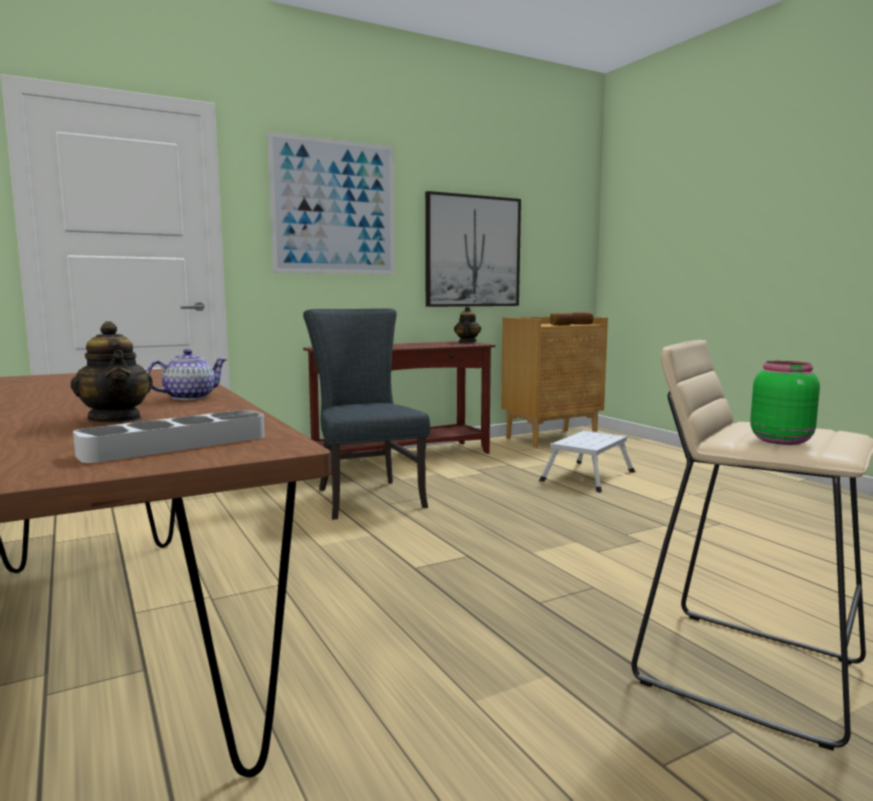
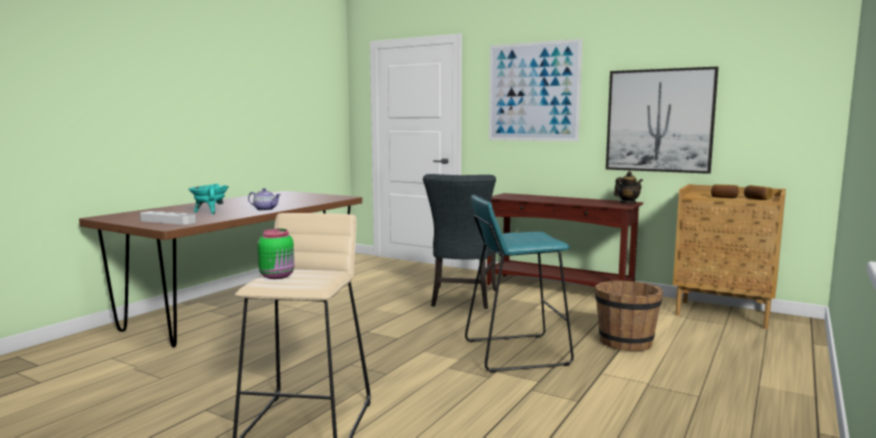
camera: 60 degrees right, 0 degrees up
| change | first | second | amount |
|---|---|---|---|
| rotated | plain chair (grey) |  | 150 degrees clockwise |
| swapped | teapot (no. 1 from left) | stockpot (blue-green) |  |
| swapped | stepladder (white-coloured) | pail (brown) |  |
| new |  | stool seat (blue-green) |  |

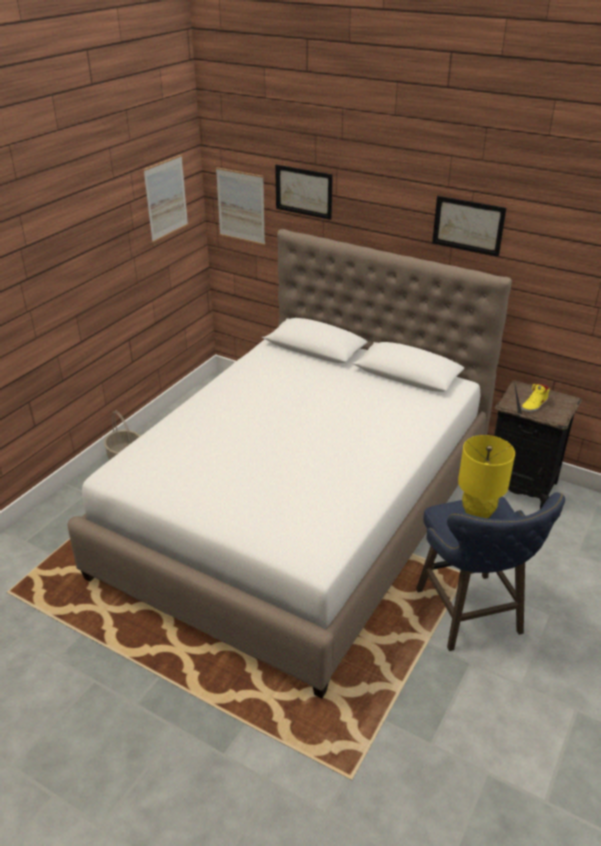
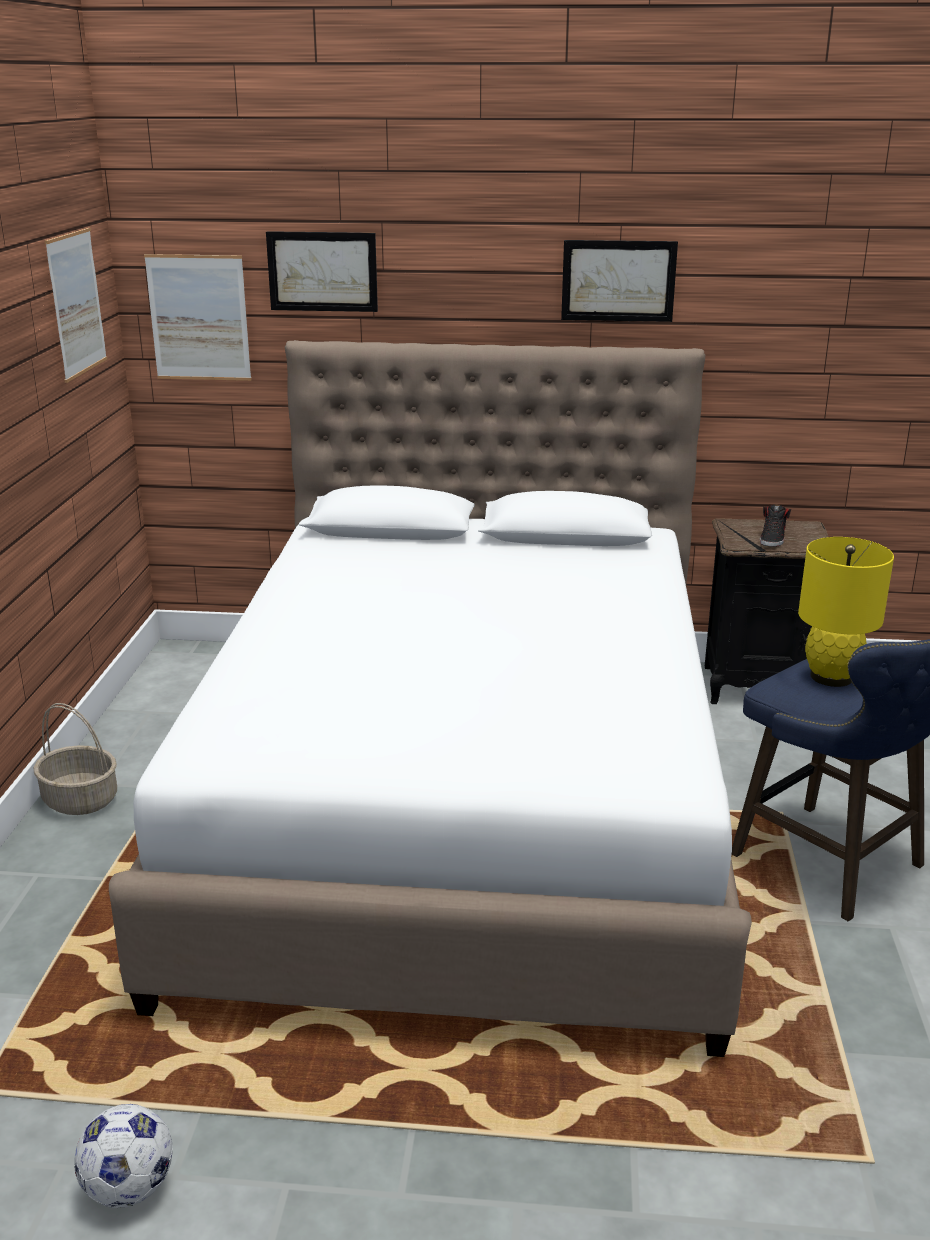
camera: 25 degrees left, 10 degrees down
| change | first | second | amount |
|---|---|---|---|
| repainted | low shoe (yellow-coloured) | low shoe (black-coloured) |  |
| new |  | football |  |

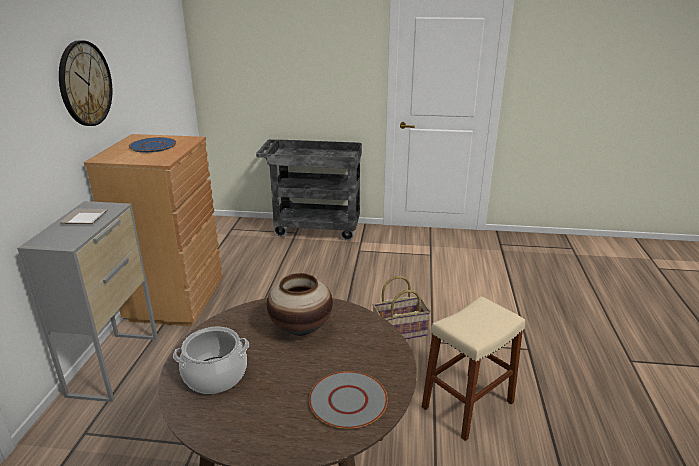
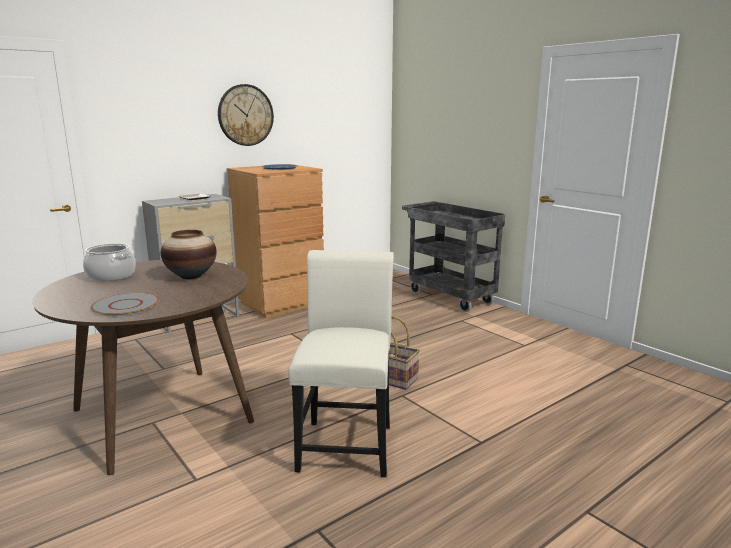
camera: 45 degrees right, 10 degrees down
| change | first | second | amount |
|---|---|---|---|
| swapped | stool seat (beige) | plain chair (white-coloured) |  |

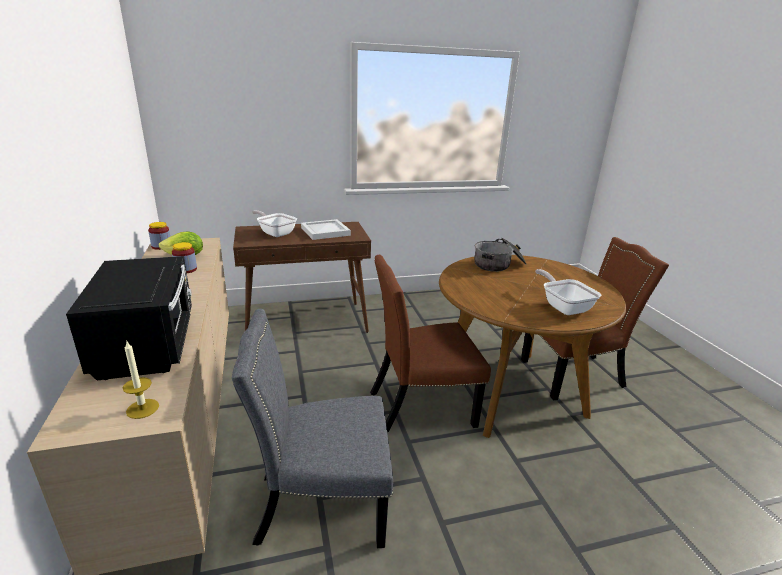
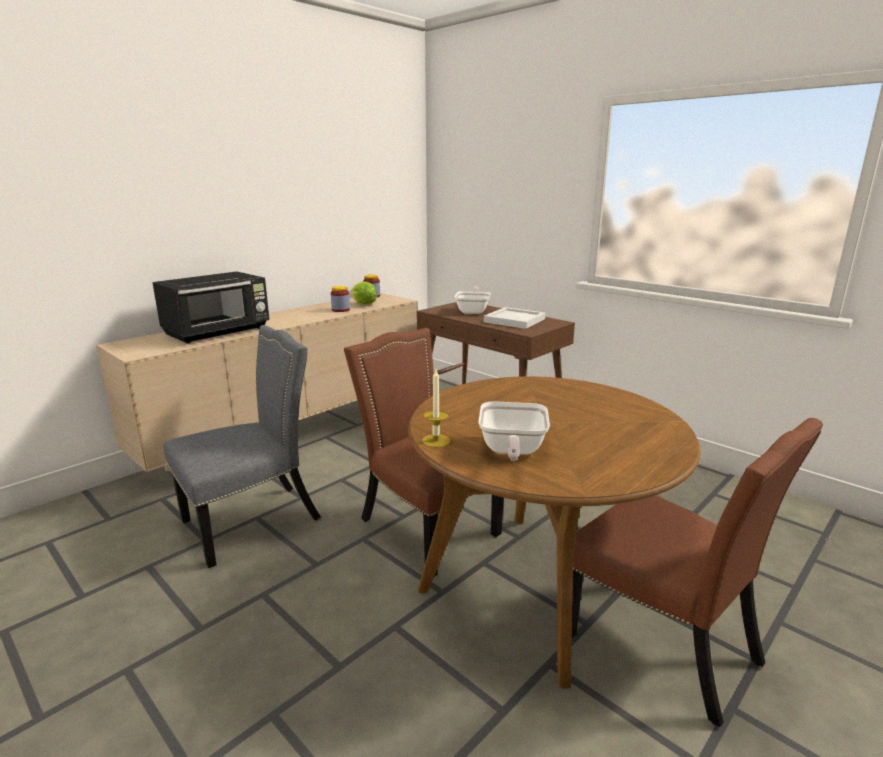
camera: 60 degrees right, 5 degrees down
| change | first | second | amount |
|---|---|---|---|
| gone | stockpot |  |  |
| rotated | frying pan (no. 2 from left) |  | 150 degrees clockwise |
| rotated | plain chair (grey) |  | 90 degrees clockwise |
| shifted | candle |  |  |

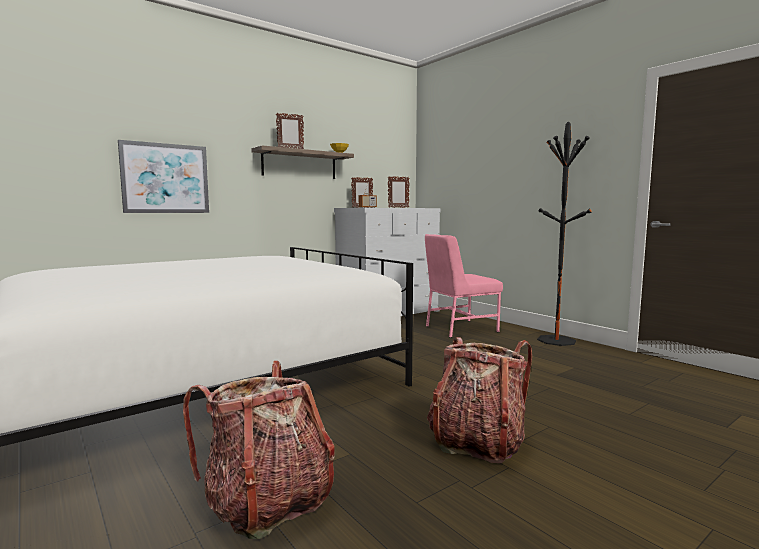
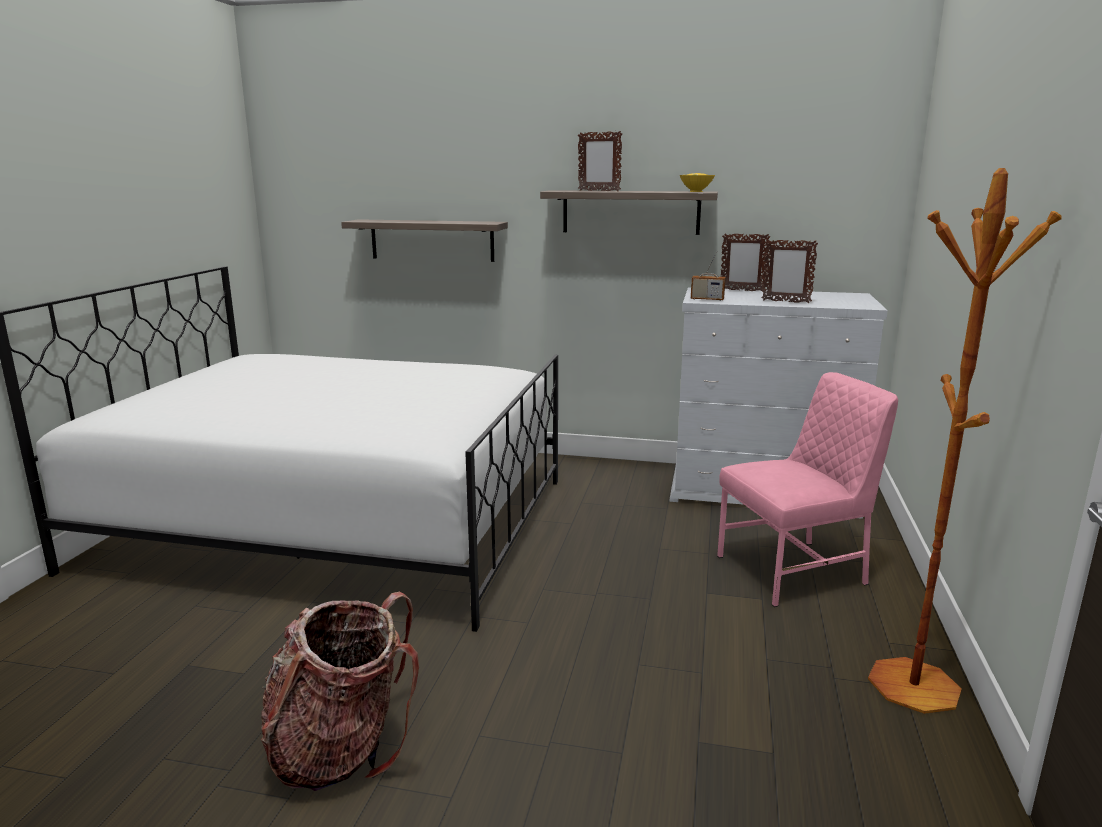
camera: 50 degrees right, 10 degrees up
| change | first | second | amount |
|---|---|---|---|
| repainted | garment stand (black-coloured) | garment stand (orangey) |  |
| swapped | wall art | shelf (no. 1 from left) |  |
| rotated | plain chair (pink) |  | 135 degrees clockwise |
| gone | rucksack (no. 1 from left) |  |  |

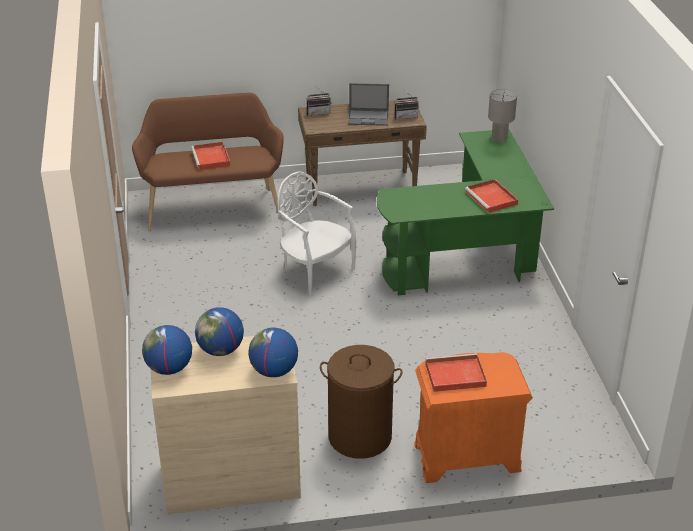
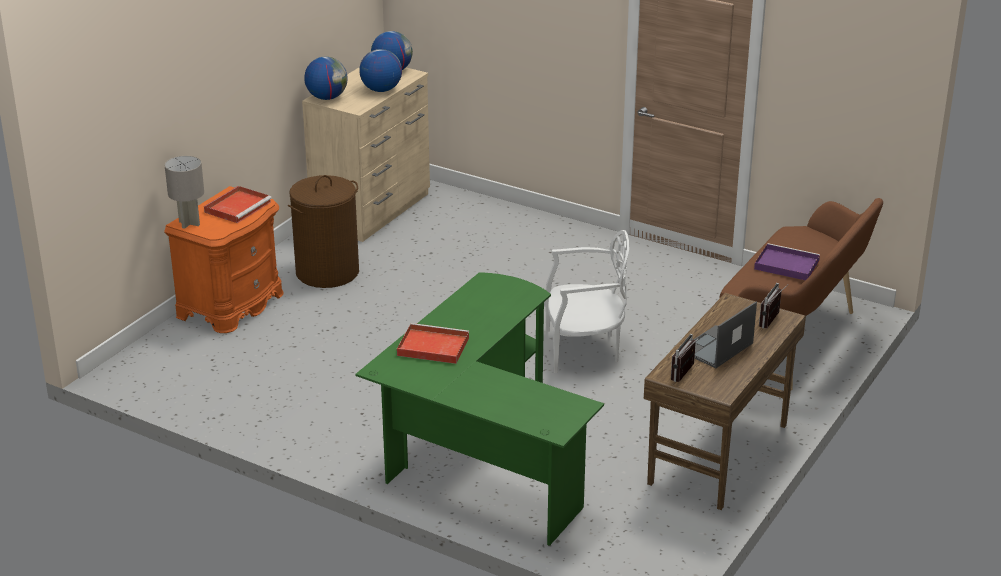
camera: 130 degrees right, 5 degrees down
| change | first | second | amount |
|---|---|---|---|
| shifted | lamp for a table (grey) |  |  |
| repainted | tray (reddish) (no. 1 from left) | tray (purple) |  |

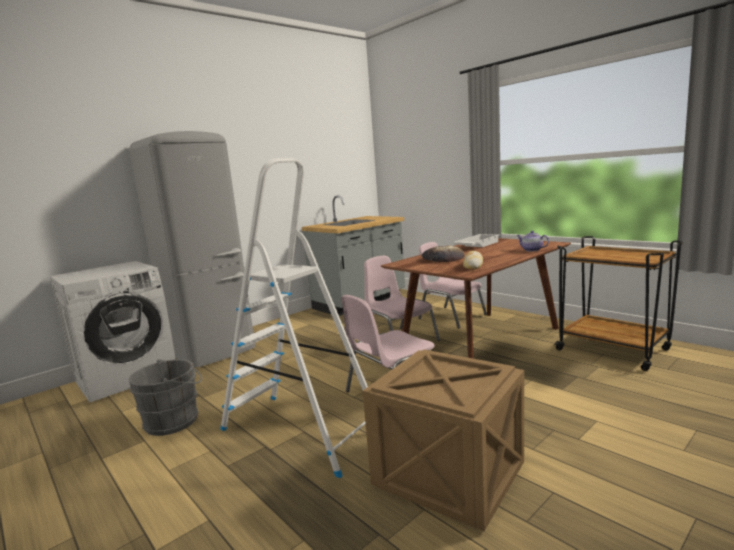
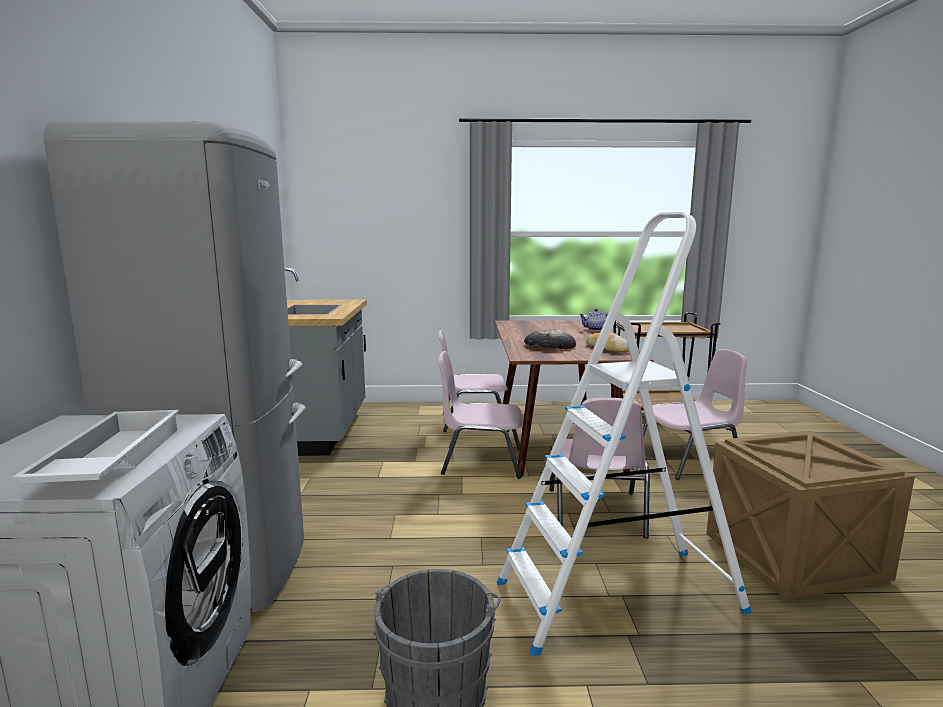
camera: 50 degrees left, 0 degrees up
| change | first | second | amount |
|---|---|---|---|
| shifted | tray (white-coloured) |  |  |
| new |  | plain chair (pink) (no. 4 from left) |  |

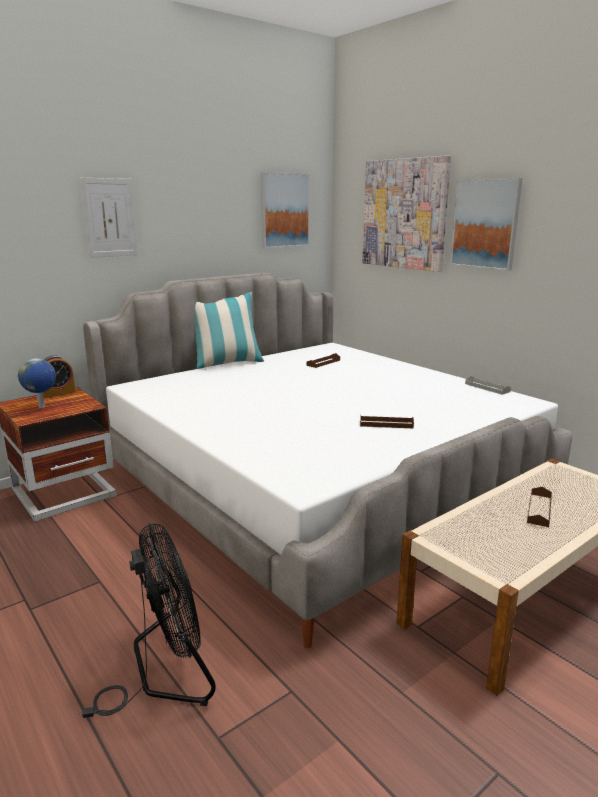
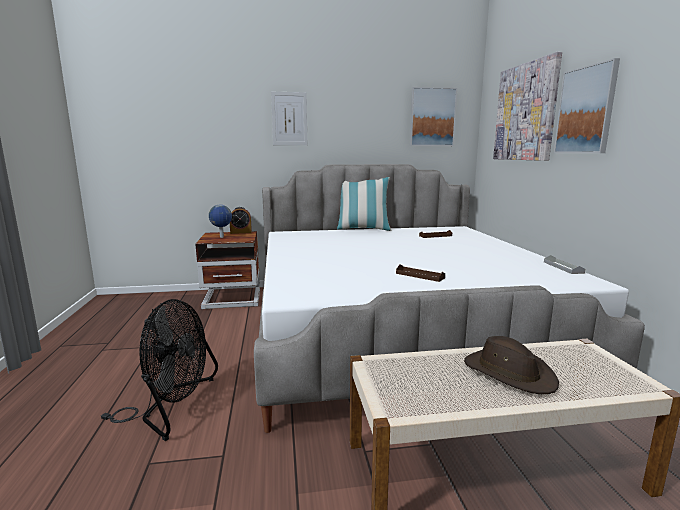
camera: 30 degrees right, 5 degrees down
| change | first | second | amount |
|---|---|---|---|
| swapped | tray (brown) (no. 3 from left) | wearable hat (brown) |  |

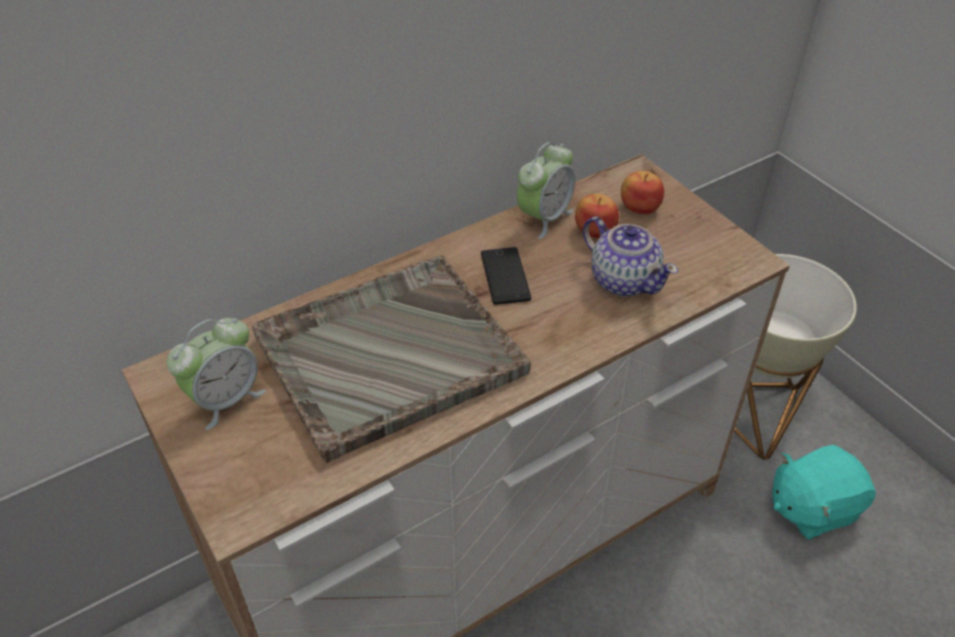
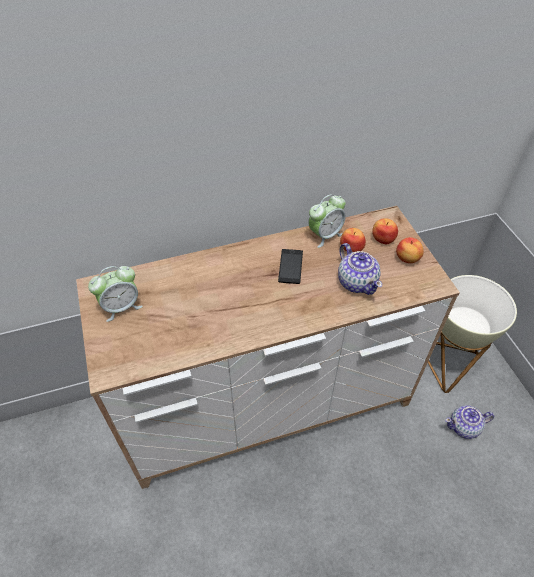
camera: 15 degrees right, 5 degrees up
| change | first | second | amount |
|---|---|---|---|
| gone | tray (grey) |  |  |
| swapped | plush toy (blue-green) | teapot (no. 2 from left) |  |
| new |  | apple (no. 3 from left) |  |

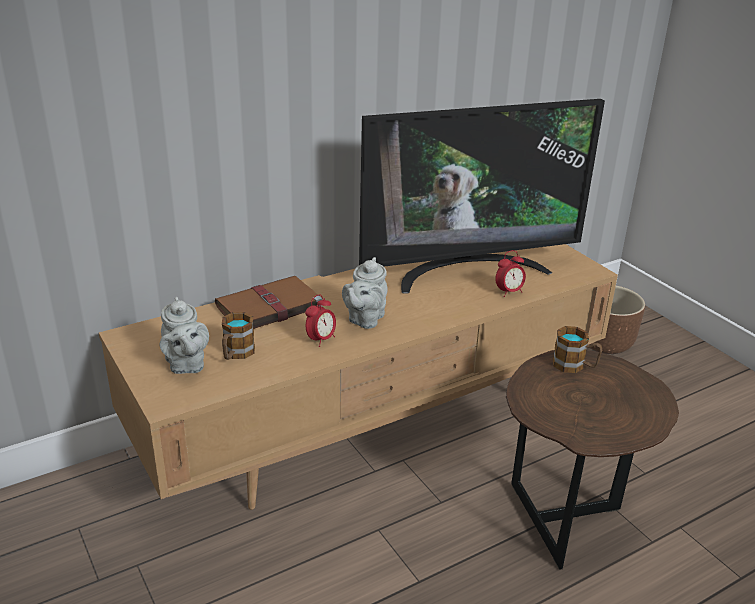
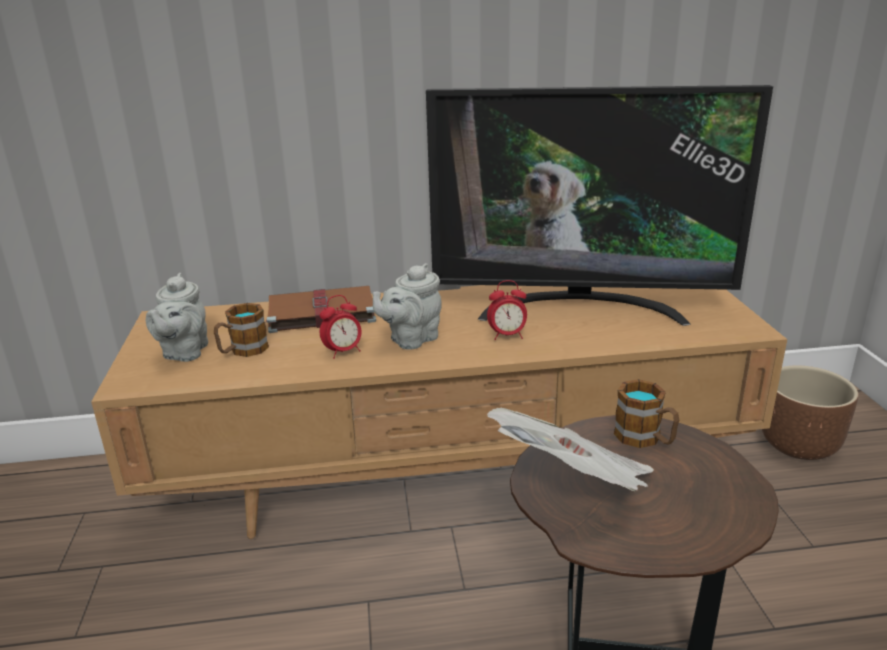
camera: 25 degrees right, 5 degrees down
| change | first | second | amount |
|---|---|---|---|
| shifted | table clock (no. 2 from left) |  |  |
| new |  | daily paper |  |

